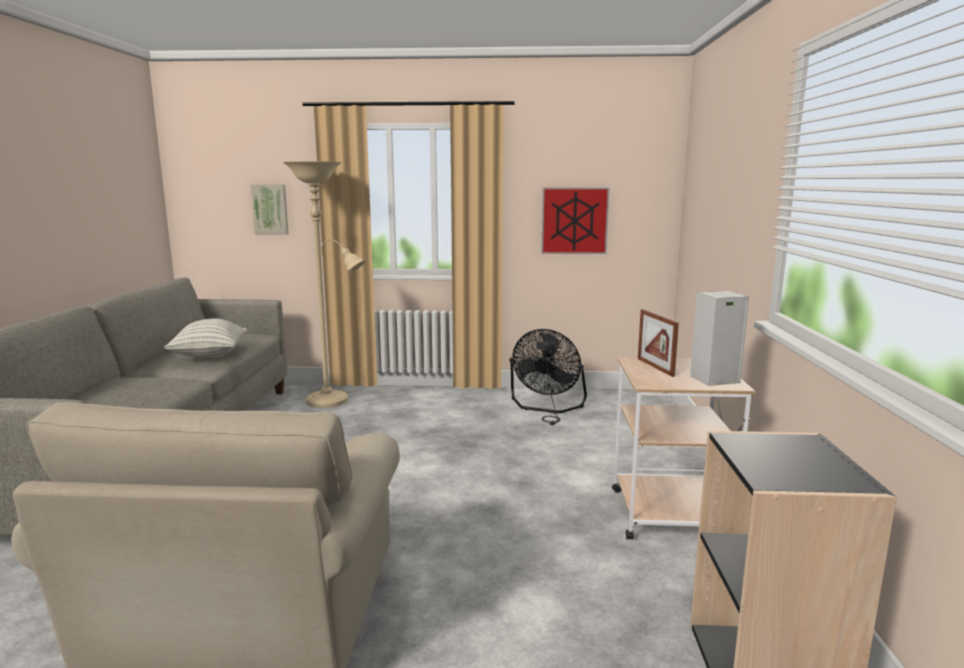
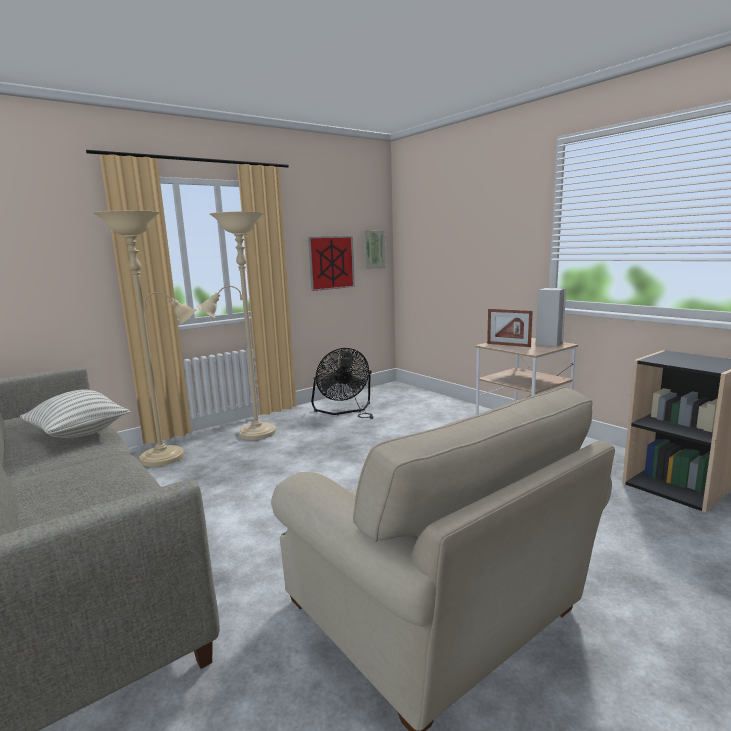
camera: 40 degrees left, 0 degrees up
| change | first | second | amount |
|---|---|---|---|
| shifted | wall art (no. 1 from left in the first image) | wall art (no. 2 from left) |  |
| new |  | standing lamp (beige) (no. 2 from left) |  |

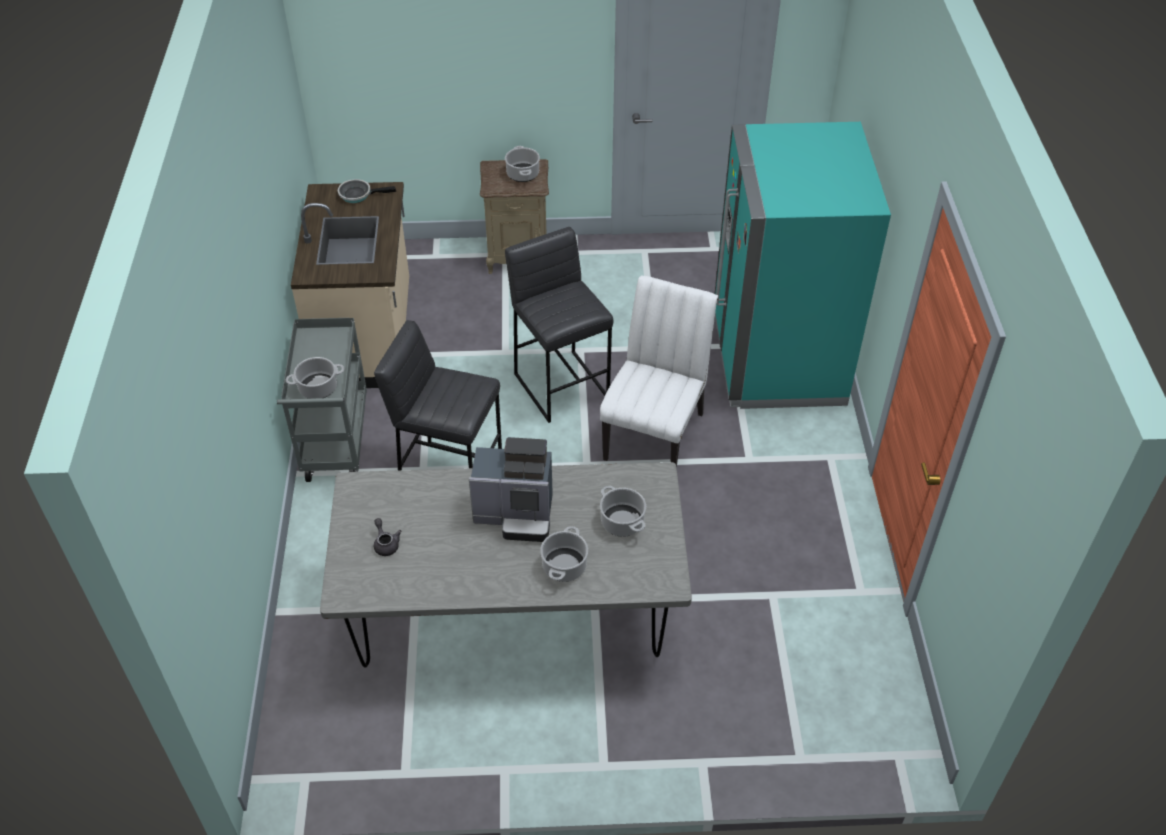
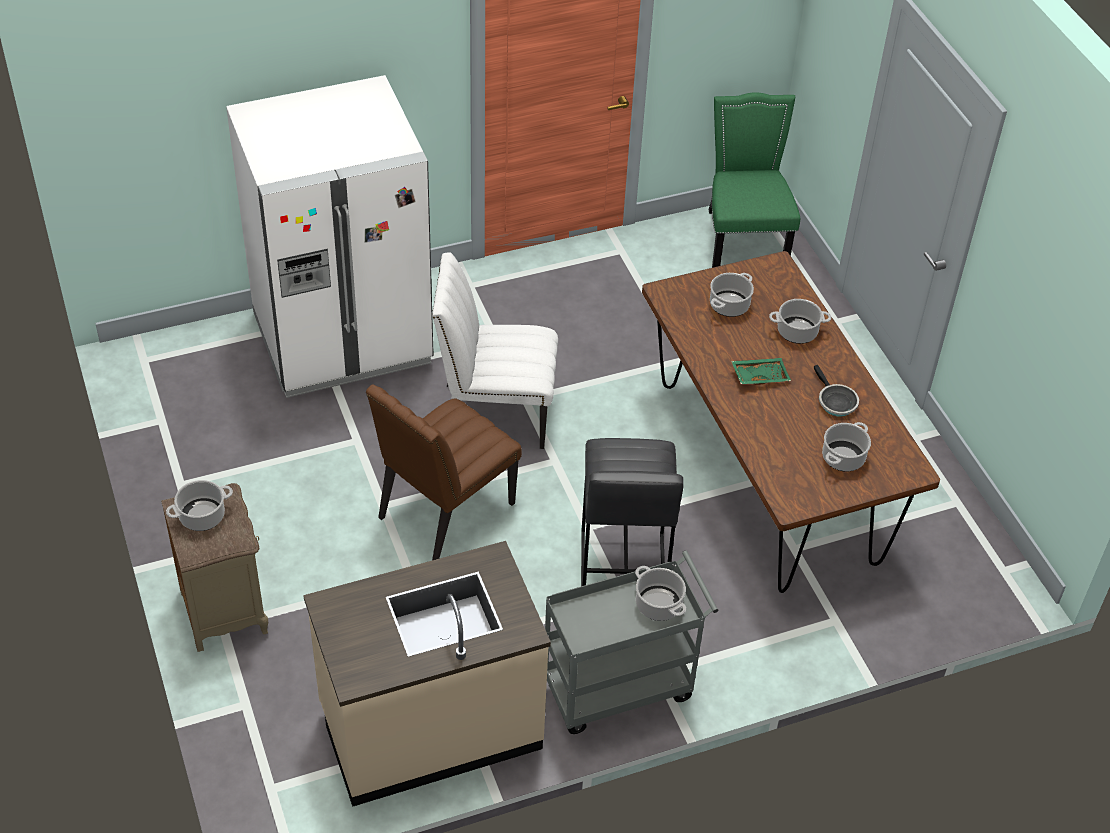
camera: 110 degrees left, 0 degrees up
| change | first | second | amount |
|---|---|---|---|
| repainted | kitchen fridge (blue-green) | kitchen fridge (white-coloured) |  |
| shifted | frying pan |  |  |
| swapped | stool seat (grey) (no. 2 from left) | plain chair (brown) |  |
| swapped | coffee machine | tray (greenish) |  |
| repainted | kitchen table (grey) | kitchen table (brown) |  |
| swapped | teapot (grey) | stockpot (no. 5 from left) |  |
| new |  | plain chair (greenish) |  |

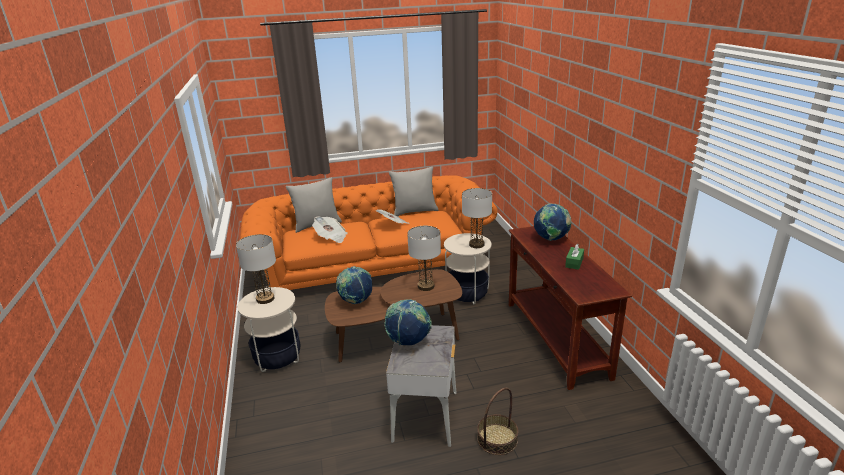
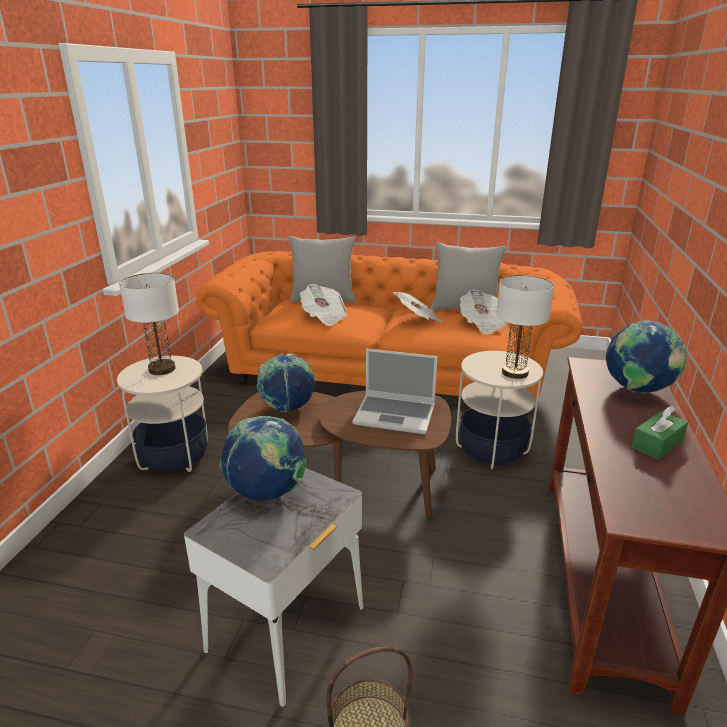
camera: 25 degrees right, 0 degrees up
| change | first | second | amount |
|---|---|---|---|
| swapped | lamp for a table (no. 2 from left) | laptop |  |
| new |  | daily paper (no. 3 from left) |  |

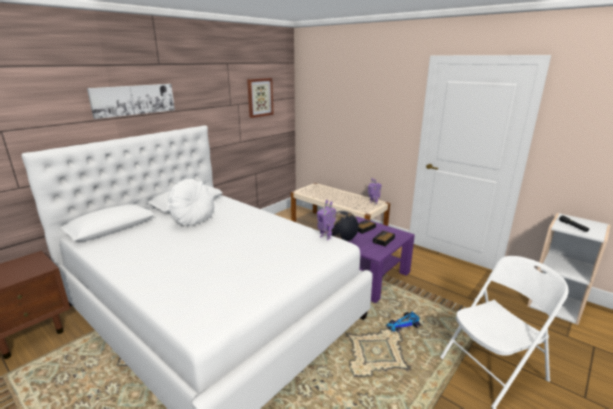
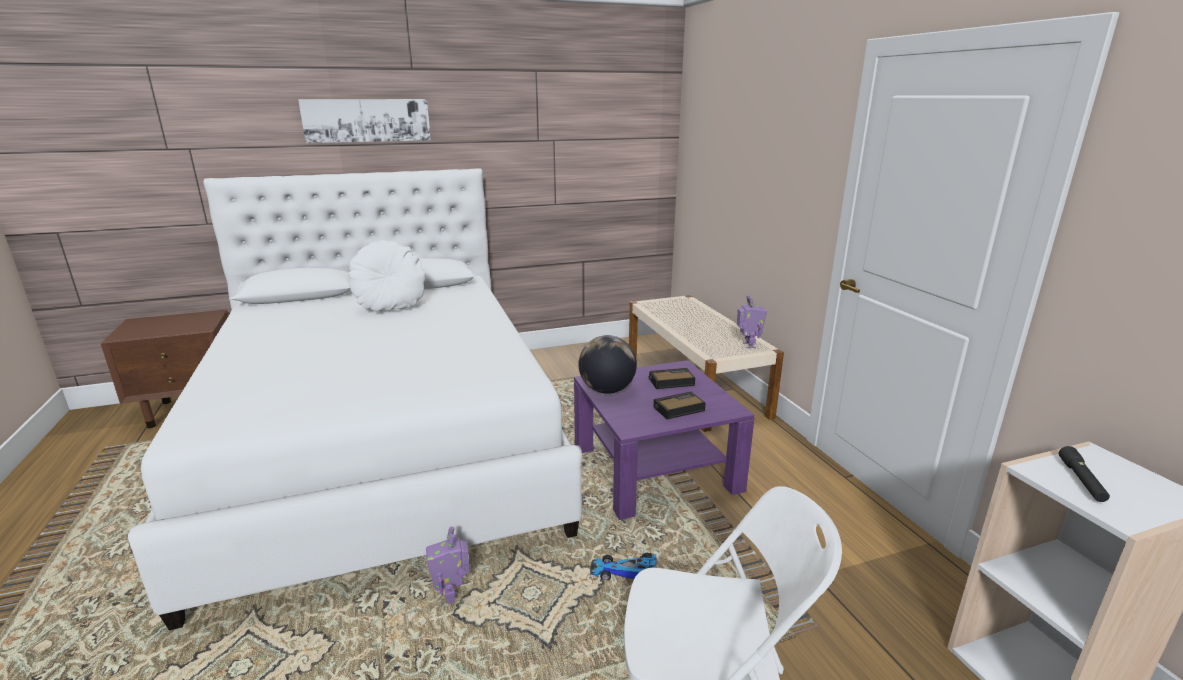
camera: 30 degrees right, 0 degrees up
| change | first | second | amount |
|---|---|---|---|
| gone | wall art (no. 2 from left) |  |  |
| shifted | robot figure (no. 1 from left) |  |  |

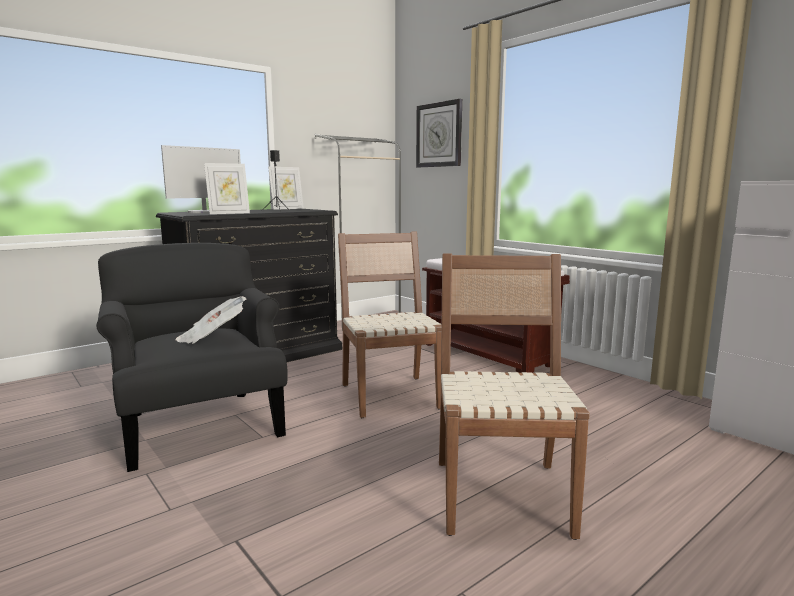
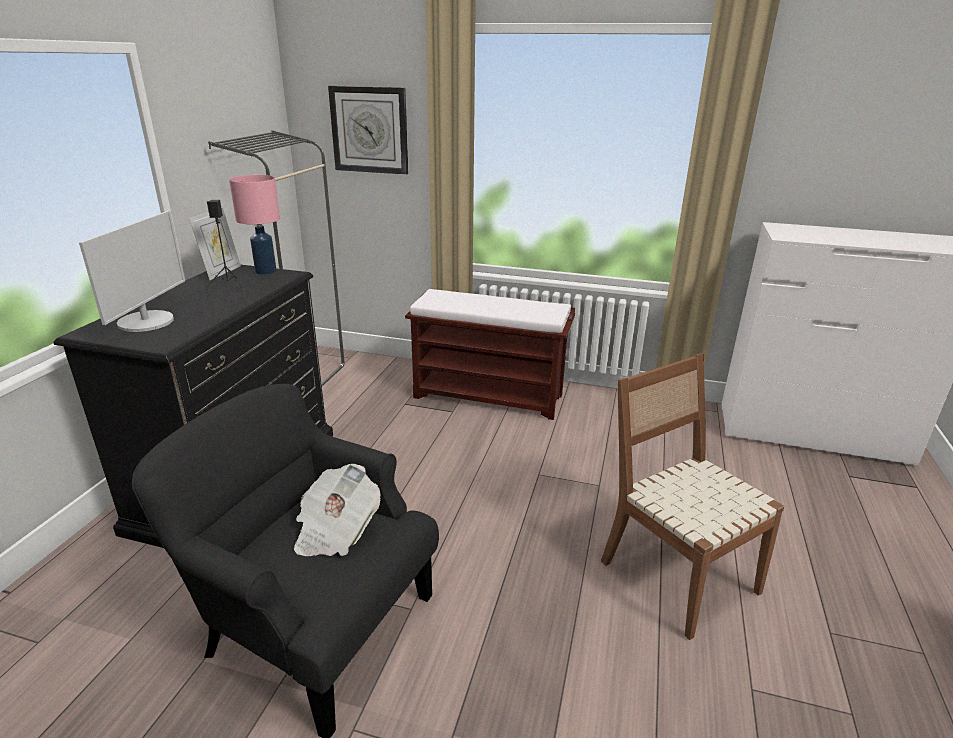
camera: 35 degrees left, 15 degrees up
| change | first | second | amount |
|---|---|---|---|
| gone | photo frame (no. 1 from left) |  |  |
| gone | plain chair (no. 1 from left) |  |  |
| new |  | lamp for a table (pink) |  |

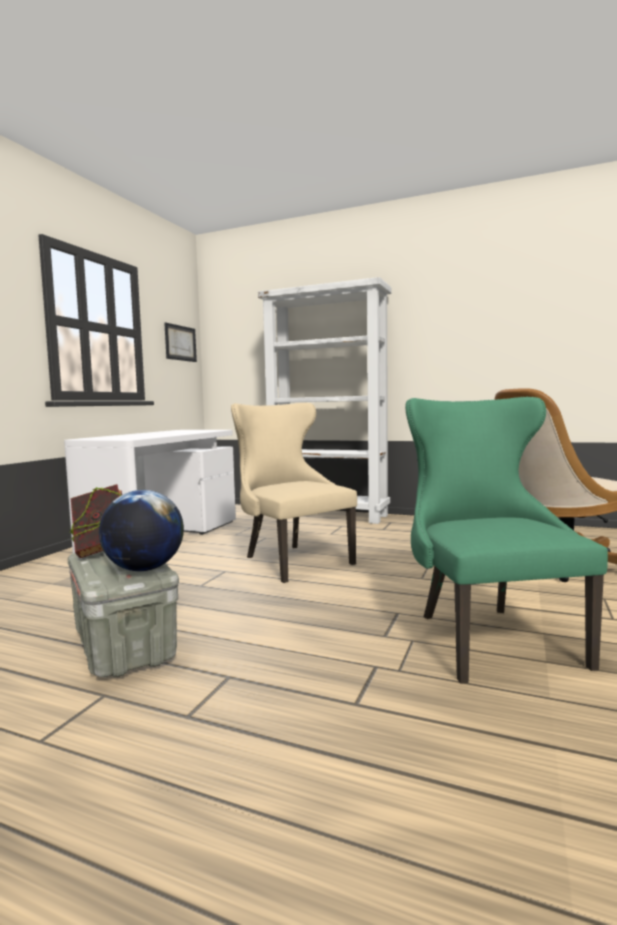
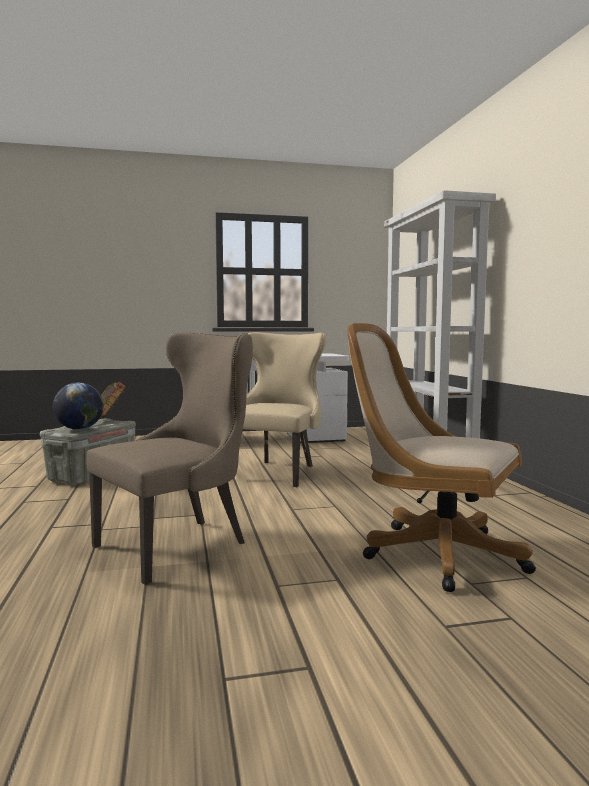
camera: 55 degrees right, 0 degrees up
| change | first | second | amount |
|---|---|---|---|
| gone | wall art |  |  |
| repainted | plain chair (greenish) | plain chair (beige) (no. 1 from left) |  |

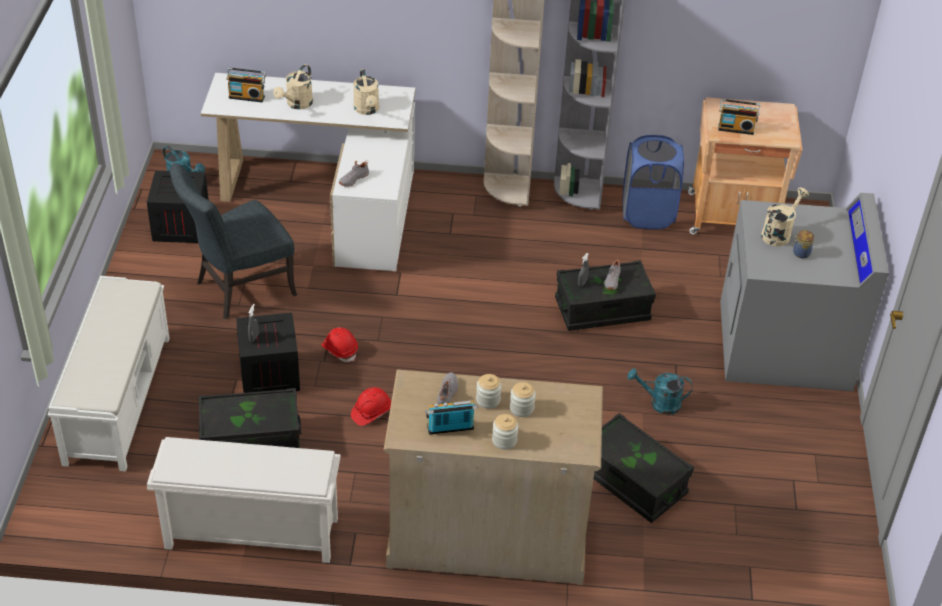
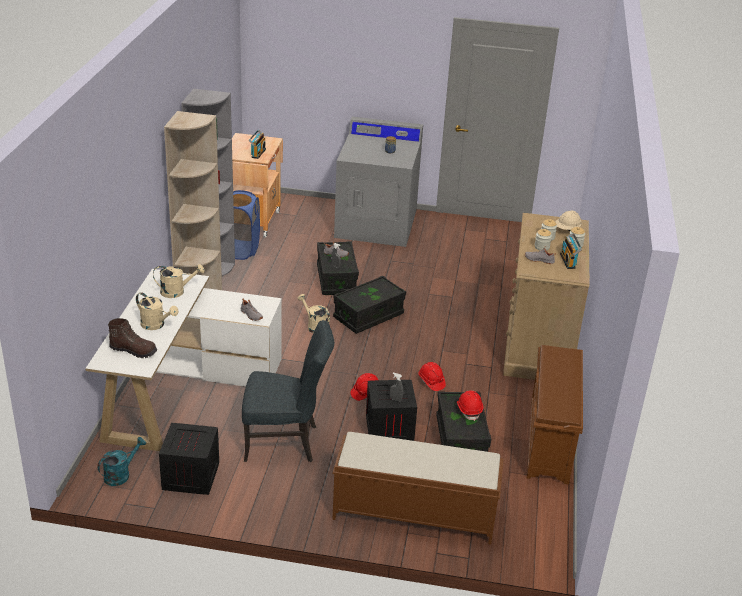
camera: 85 degrees left, 10 degrees down
| change | first | second | amount |
|---|---|---|---|
| swapped | radio receiver (no. 1 from left) | high-top boot (brown) |  |
| rotated | plain chair (grey) |  | 60 degrees counterclockwise |
| shifted | watering pot (beige) (no. 3 from left) |  |  |
| repainted | long seat (white-coloured) | long seat (brown) |  |
| gone | watering pot (blue-green) (no. 2 from left) |  |  |
| shifted | storage bin (black-coloured) (no. 3 from left in the first image) | storage bin (black-coloured) (no. 2 from left) |  |
| repainted | shoe rack (white-coloured) | shoe rack (brown) |  |
| new |  | work helmet (beige) |  |
| new |  | work helmet (reddish) (no. 3 from left) |  |

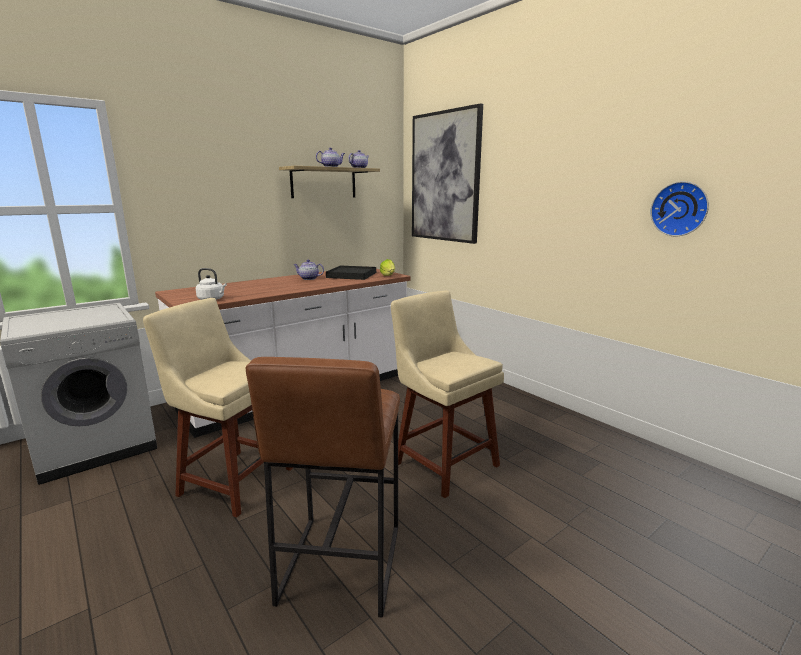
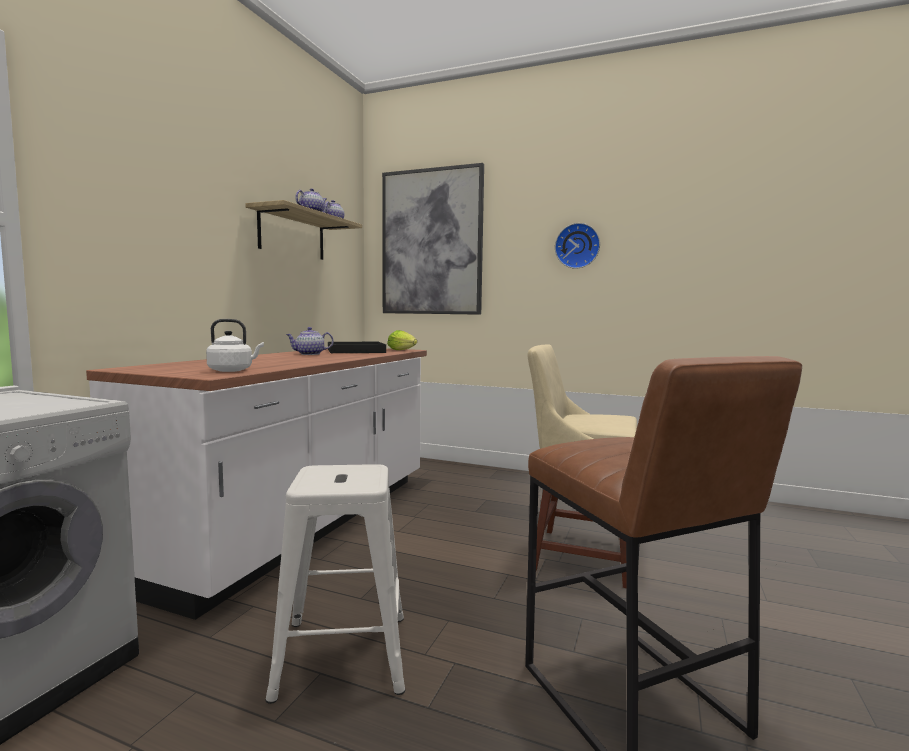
camera: 30 degrees left, 10 degrees down
| change | first | second | amount |
|---|---|---|---|
| shifted | wall clock |  |  |
| swapped | plain chair (beige) (no. 1 from left) | stool seat (white-coloured) |  |

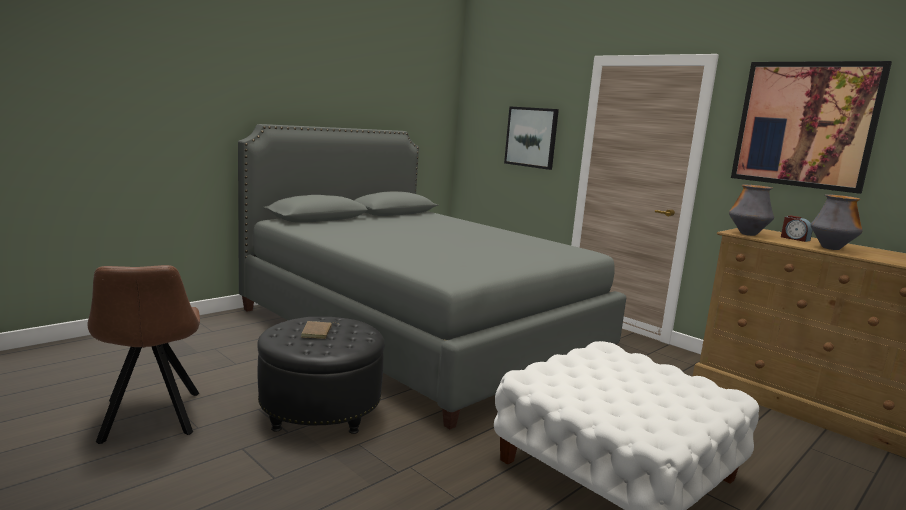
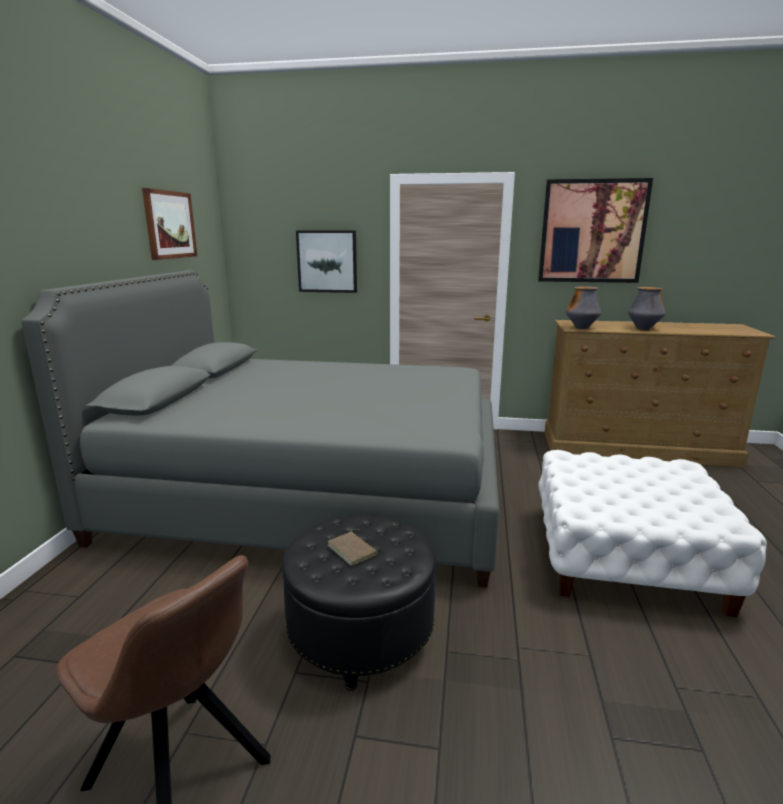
camera: 35 degrees left, 5 degrees up
| change | first | second | amount |
|---|---|---|---|
| gone | table clock |  |  |
| new |  | wall art (no. 1 from left) |  |

